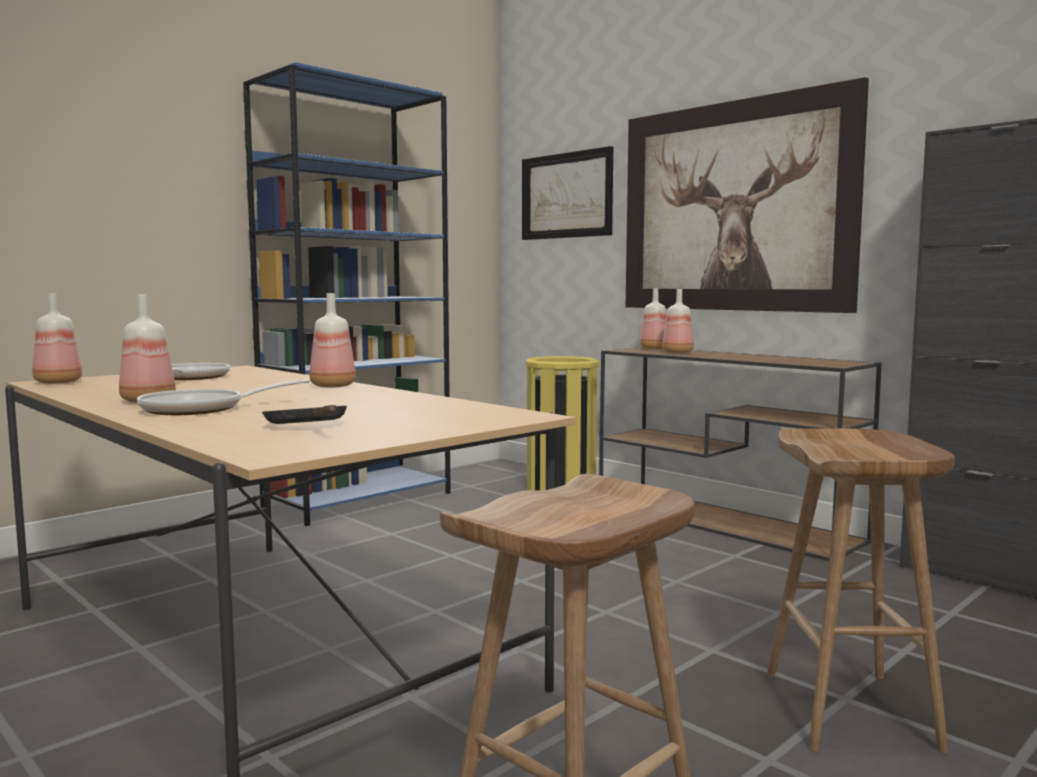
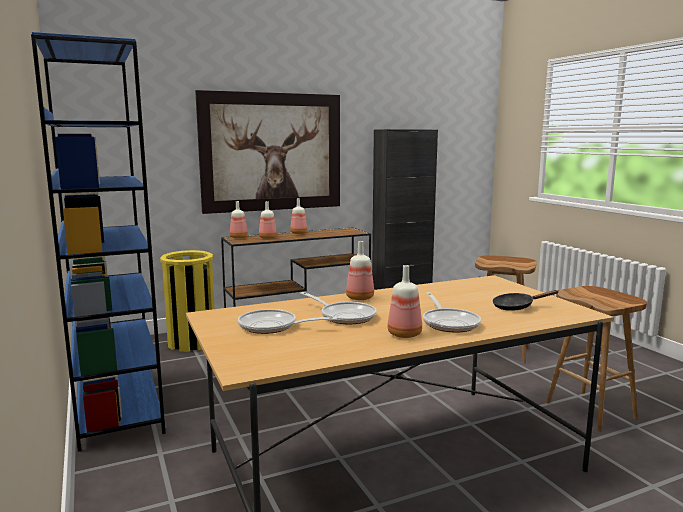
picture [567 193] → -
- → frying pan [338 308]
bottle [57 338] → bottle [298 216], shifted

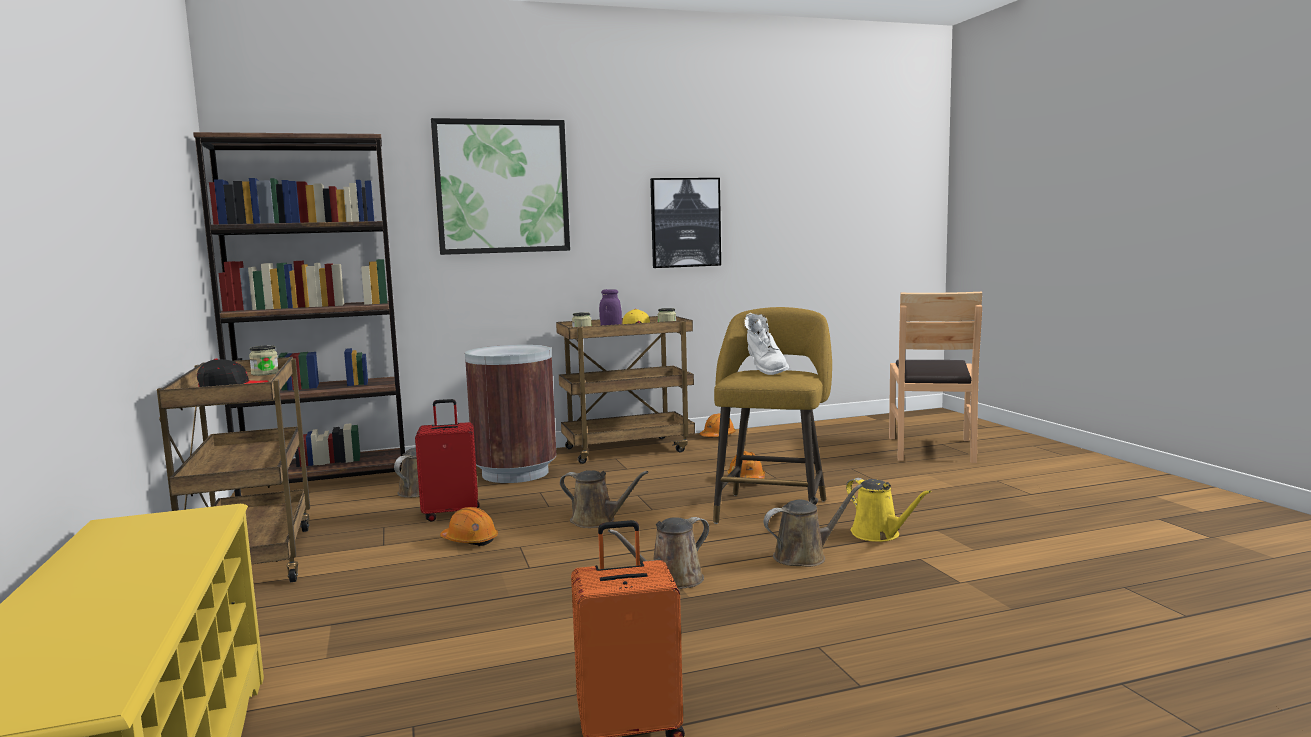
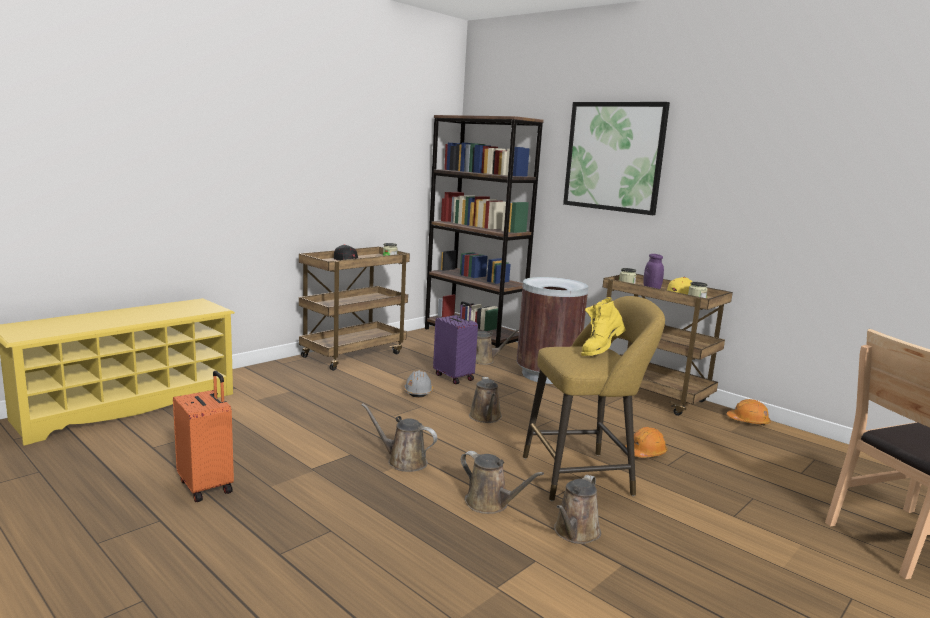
picture [685 223] → -
red suitcase [447 460] → purple suitcase [455 342]
orange hard hat [469 526] → grey hard hat [418 384]
white boot [766 344] → yellow boot [603 326]
yellow watering can [888 510] → brown watering can [577 509]

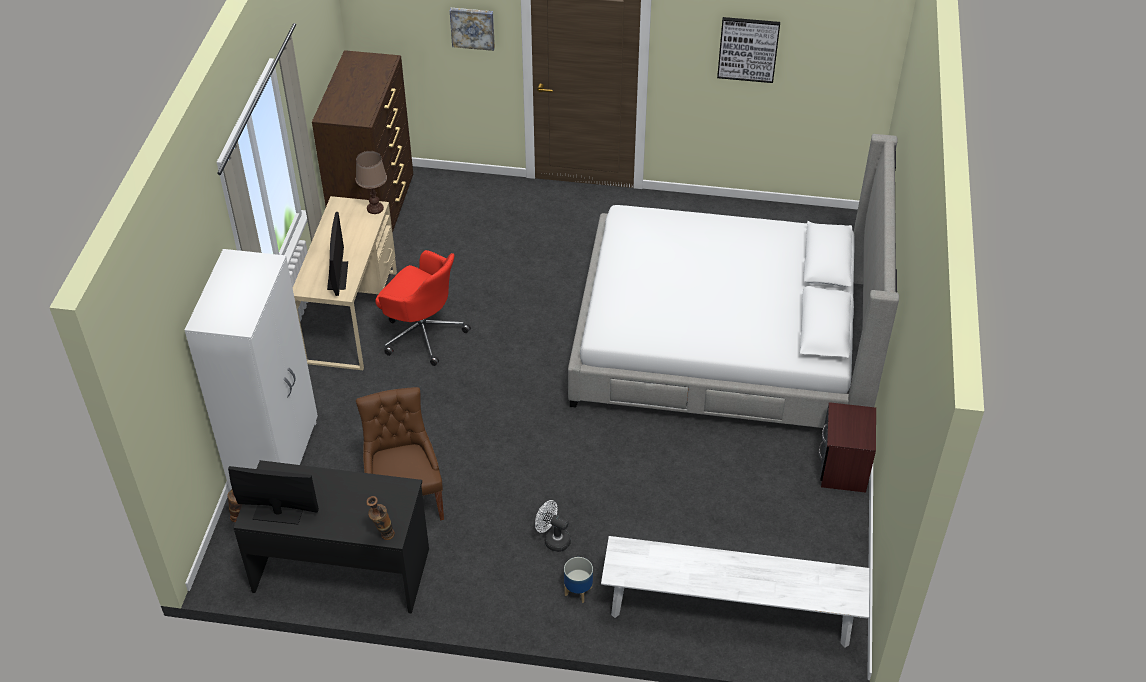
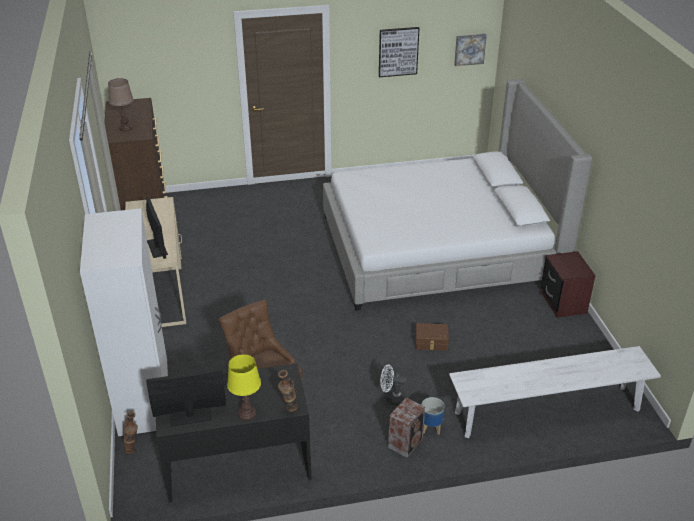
red office chair [423 308] → -
- → yellow table lamp [244 387]
- → speaker [406 428]
- → brown storage box [432 337]
brown table lamp [371 182] → brown table lamp [121 104], shifted
picture [472 29] → picture [470 50], shifted

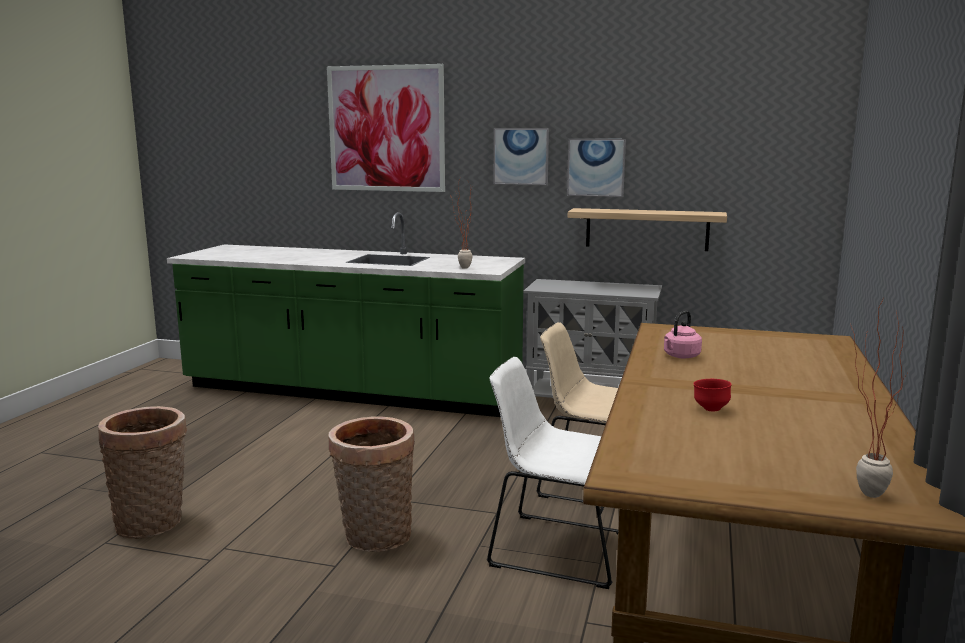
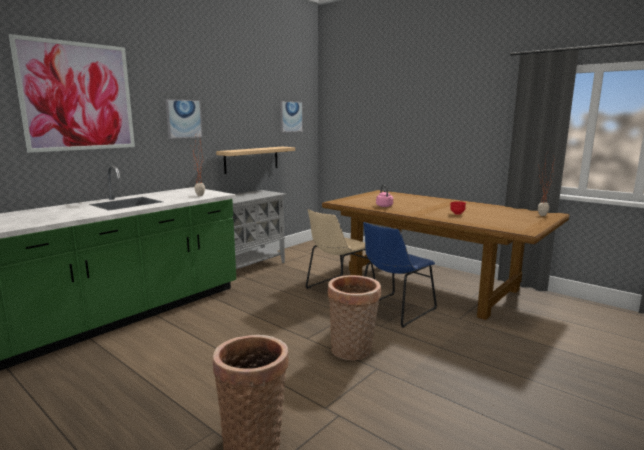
picture [596 168] → picture [291 117], shifted
white chair [552 473] → blue chair [400 275]

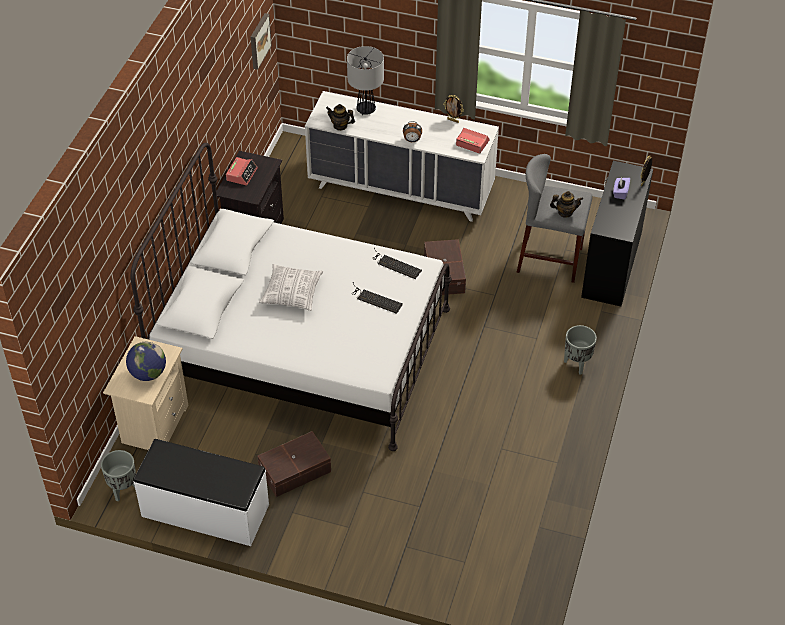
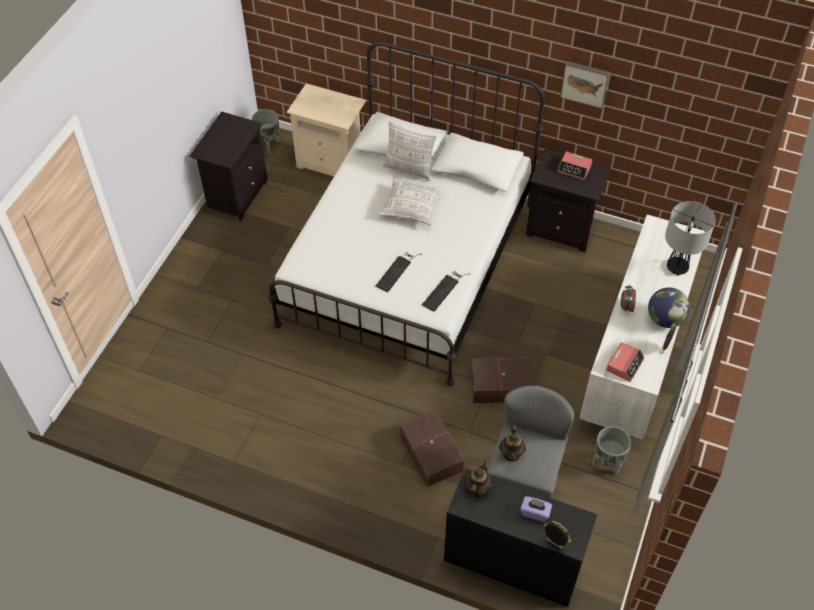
- → pillow [409 151]
globe [146 361] → globe [669 307], shifted
picture [261 41] → picture [585 85], shifted
brown storage box [294 464] → brown storage box [432 448], shifted
teapot [340 117] → teapot [478 480], shifted
grey planter [580 350] → grey planter [612 450], shifted
white bench [201 492] → black nightstand [228 166]

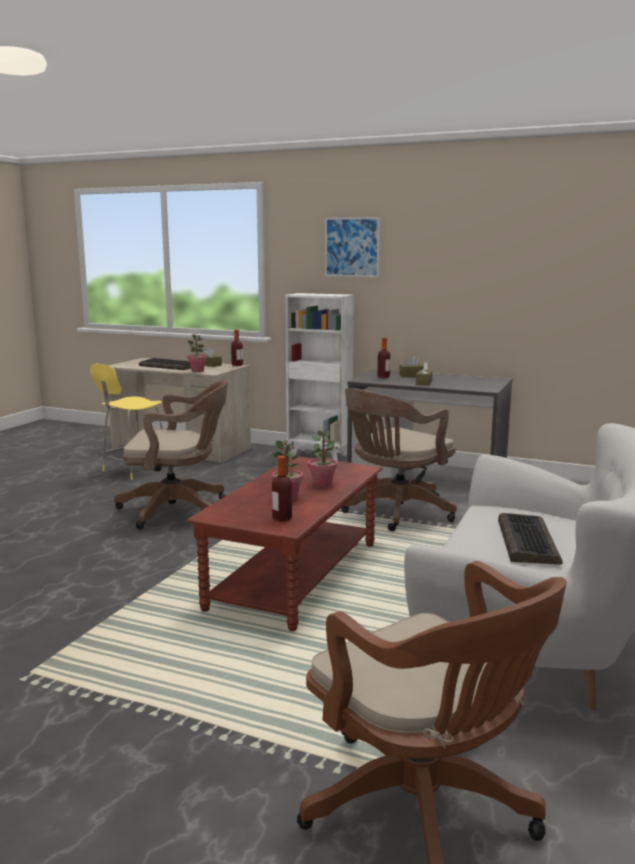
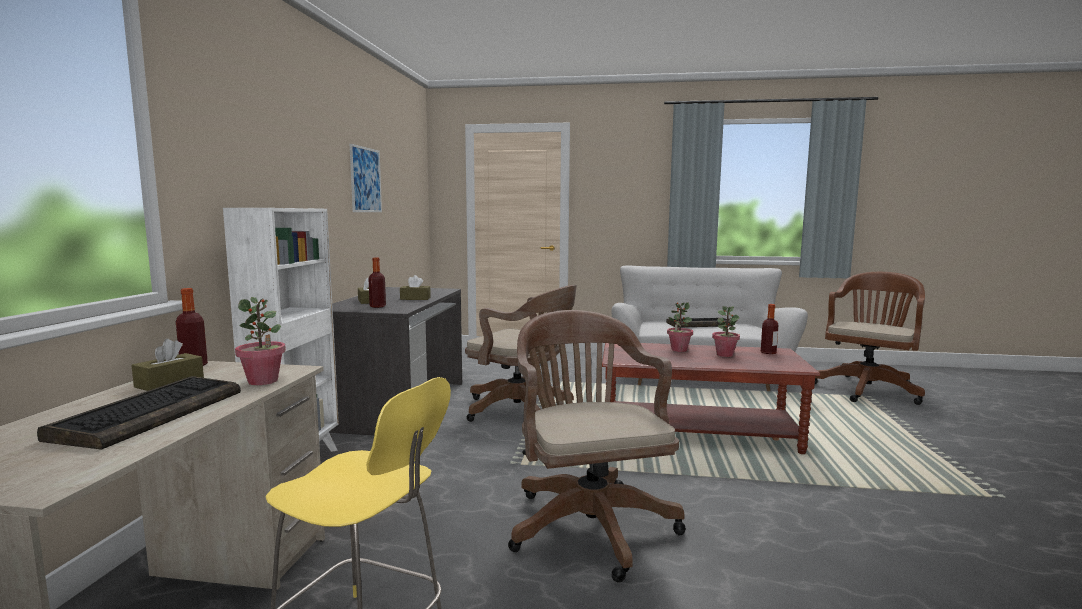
picture [352 247] → picture [366 178], shifted

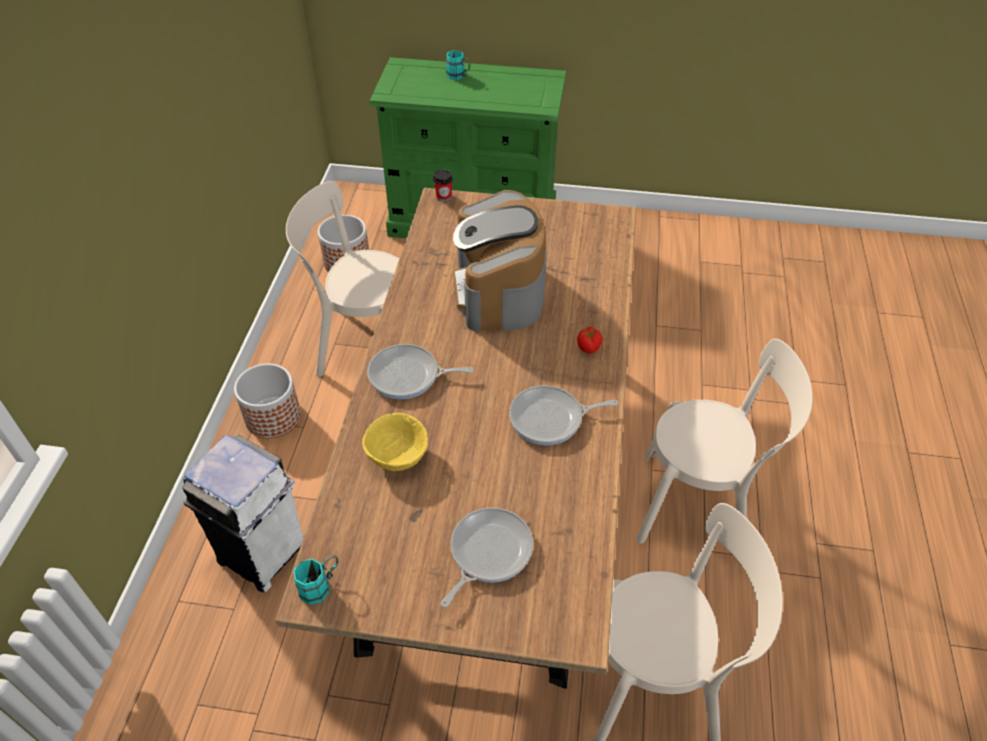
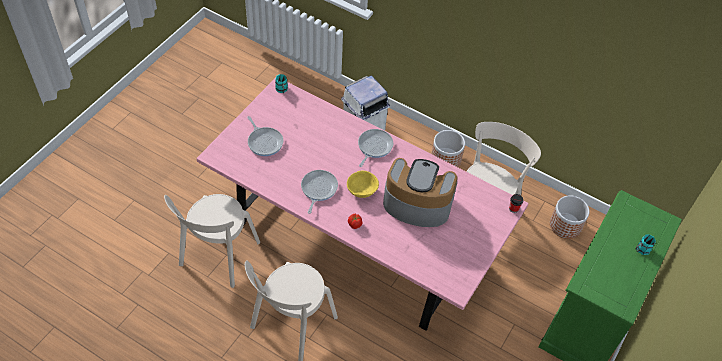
yellow bowl [395 442] → yellow bowl [363 184], shifted
brown dining table [455 438] → pink dining table [363 204]

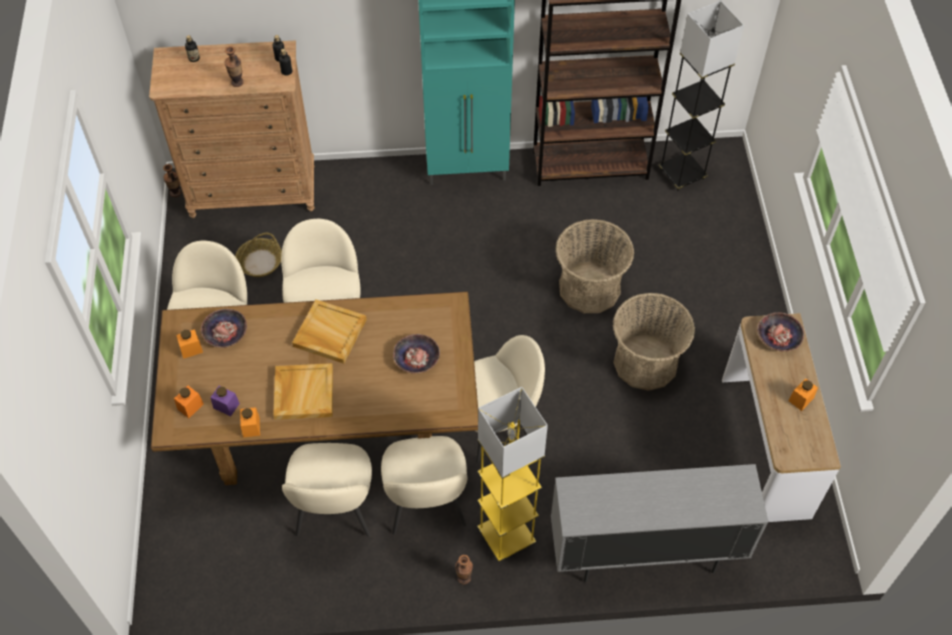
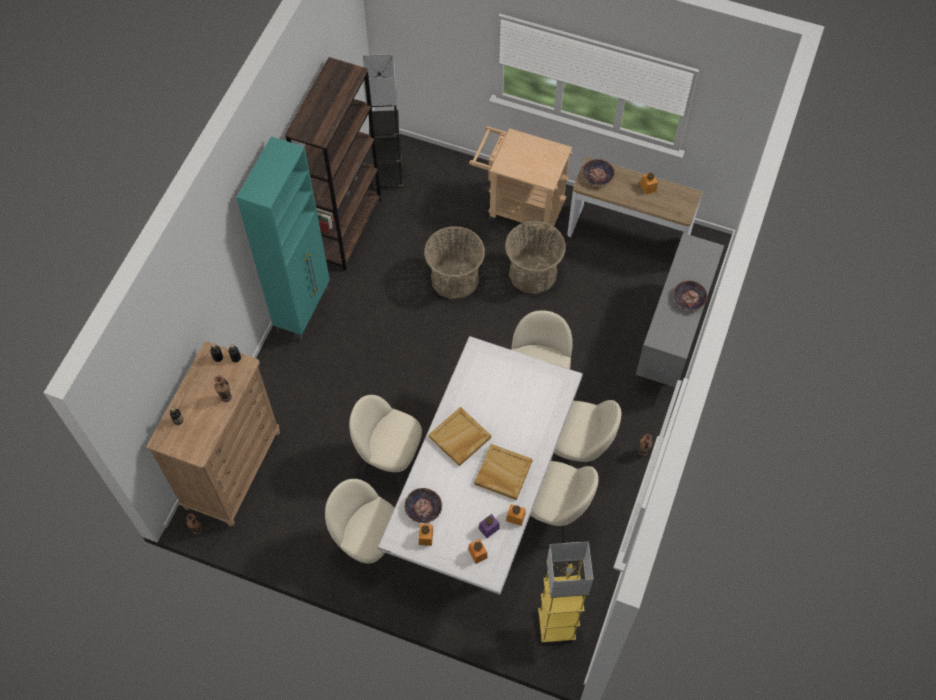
basket [258 255] → -
- → beige cart [520 181]
bowl [416 353] → bowl [690 295], shifted
yellow floor lamp [513 474] → yellow floor lamp [565 592], shifted
brown dining table [314 388] → white dining table [480 465]

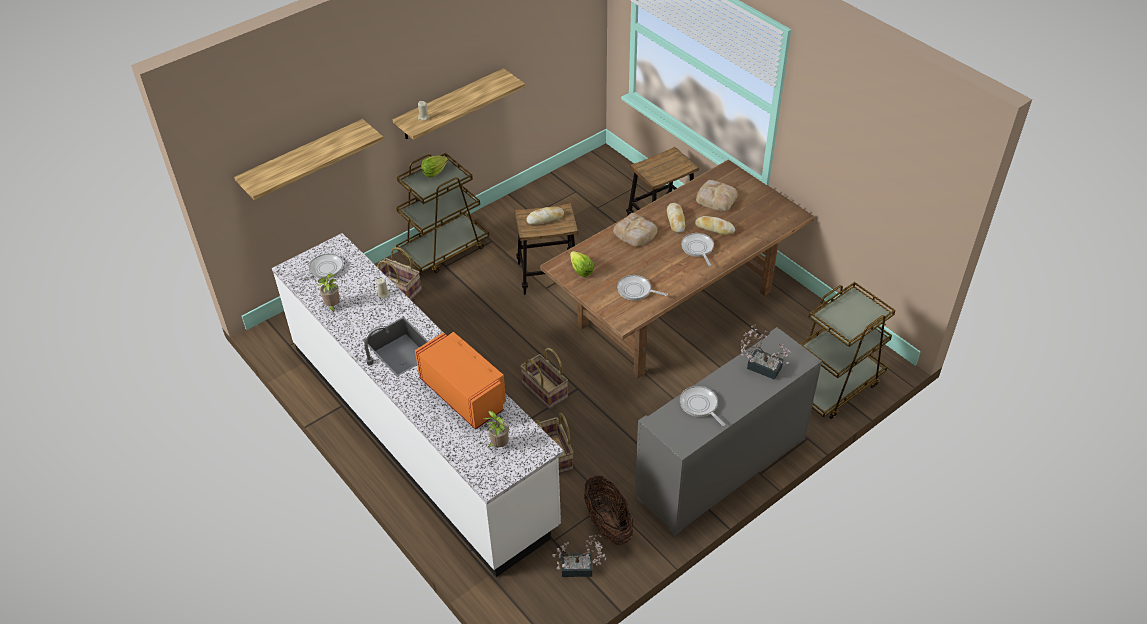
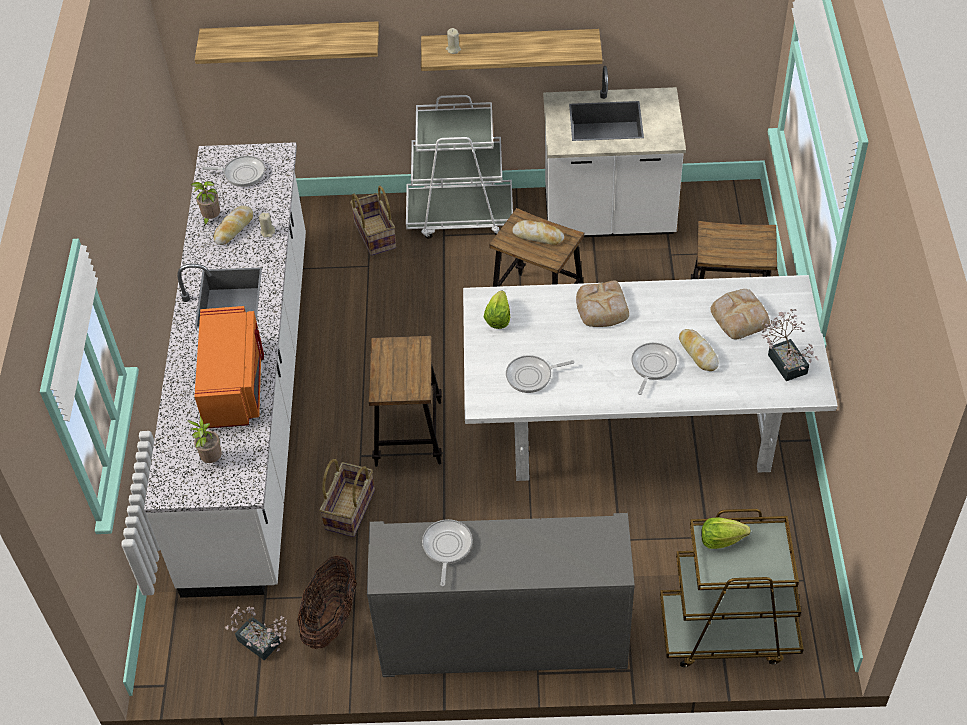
- → white counter [614 151]
lettuce [434 167] → lettuce [726 533], shifted
bread [676 218] → bread [233 225], shifted
potted plant [765 352] → potted plant [789 345], shifted
basket [544 378] → stool [405 401]
brown cart [442 213] → white cart [459 167]
brown dining table [677 269] → white dining table [650 378]
frying pan [642 288] → frying pan [540 374], 75 degrees counterclockwise

